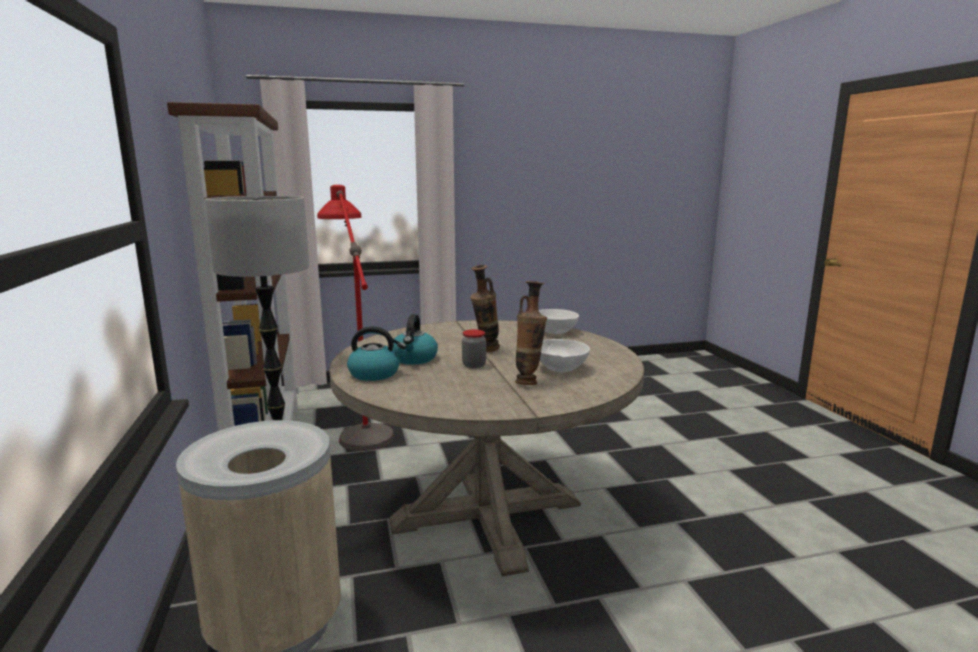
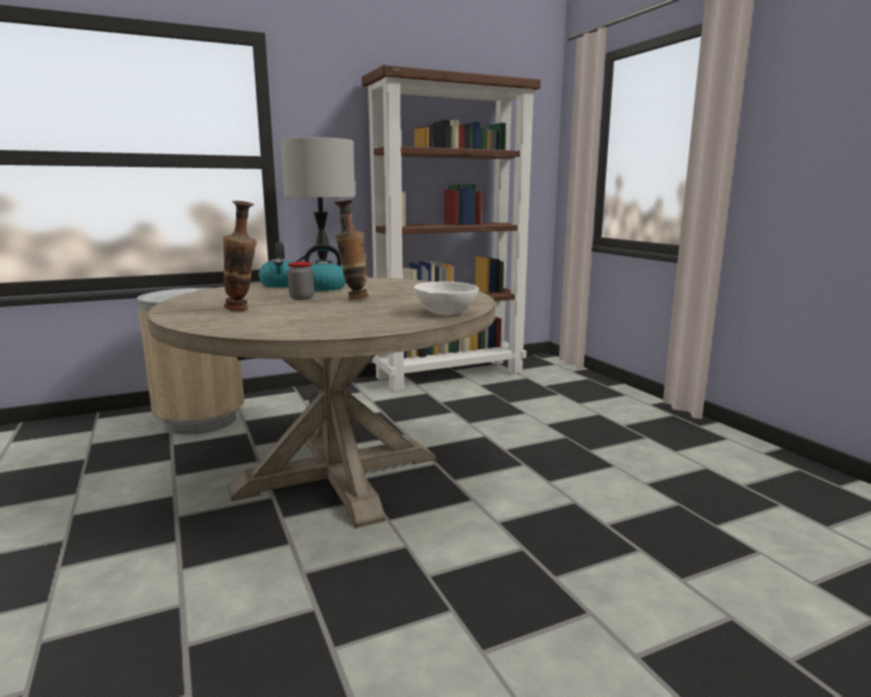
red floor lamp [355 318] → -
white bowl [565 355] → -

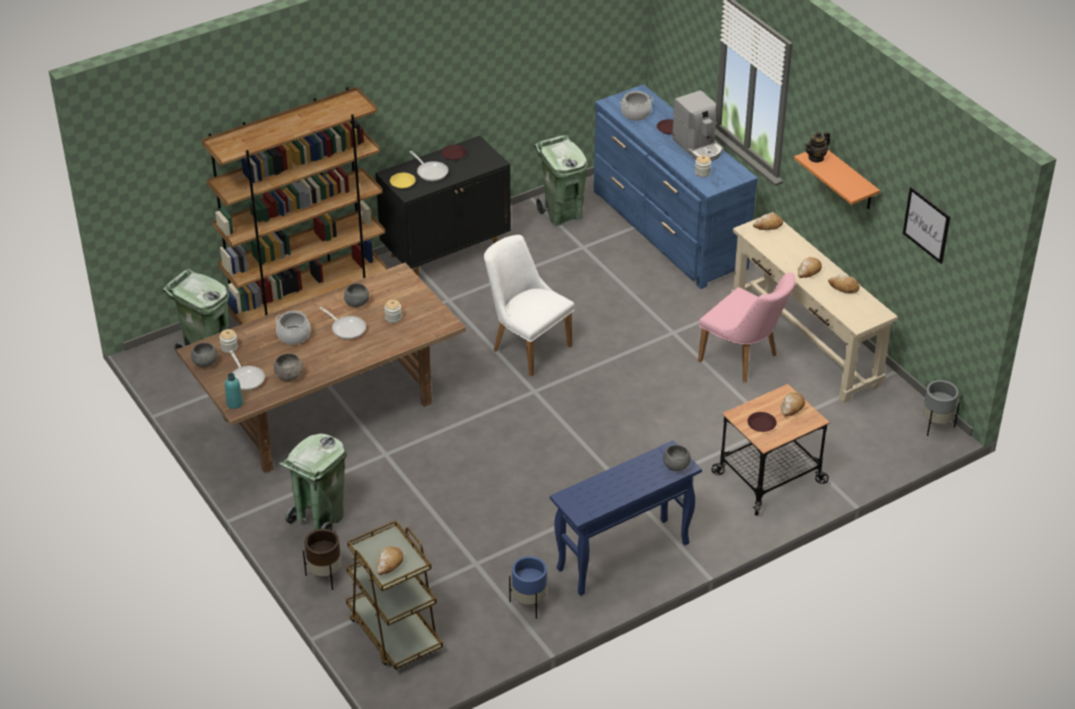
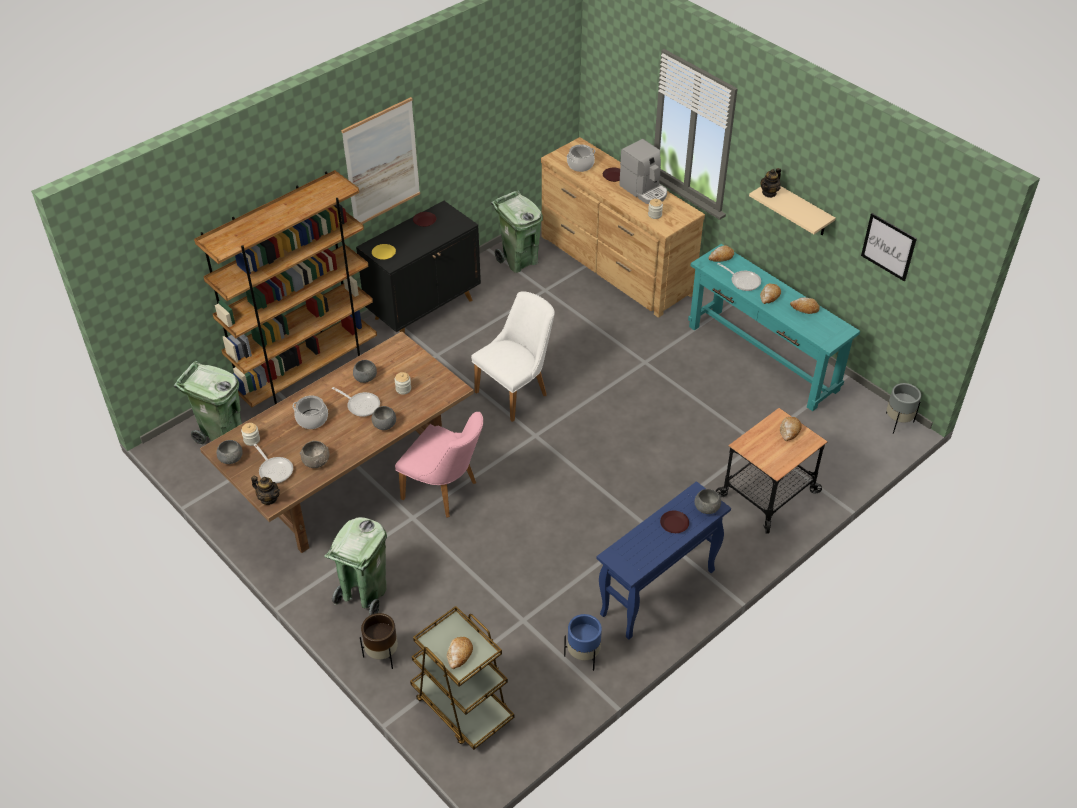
- → picture [380 160]
- → grey bowl [383 418]
frying pan [429 166] → frying pan [739 277], shifted
pink chair [747 327] → pink chair [439 465], shifted
brown plate [762 422] → brown plate [674 522], shifted
turquoise bottle [234 391] → teapot [265 490]
blue dresser [676 186] → brown dresser [623 227]
beige console table [814 307] → turquoise console table [774 327]
orange shelf [837 179] → beige shelf [792 211]
white chair [529 305] → white chair [513 356], 105 degrees clockwise

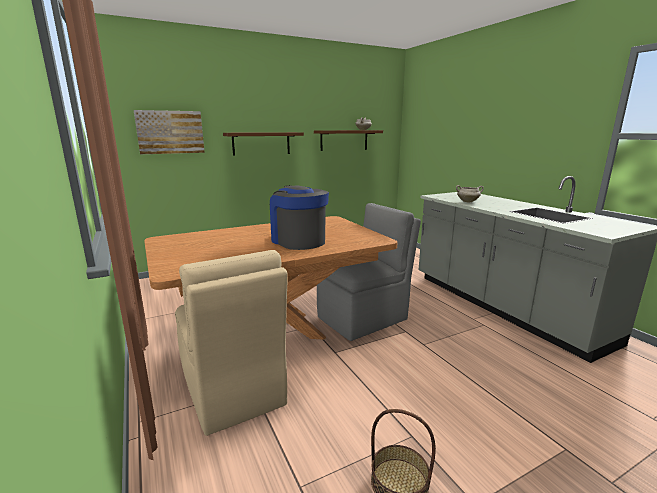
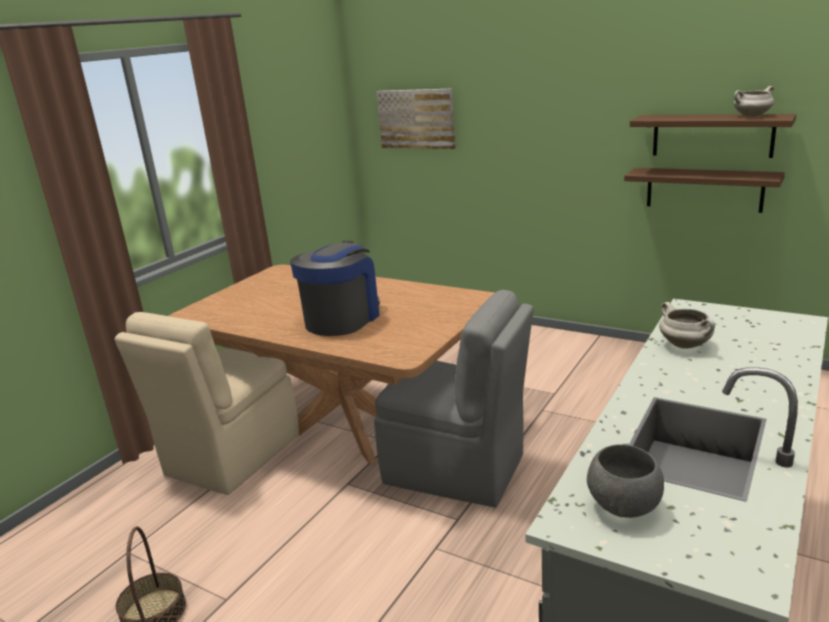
- → grey bowl [625 481]
brown shelf [263 144] → brown shelf [704 190], shifted

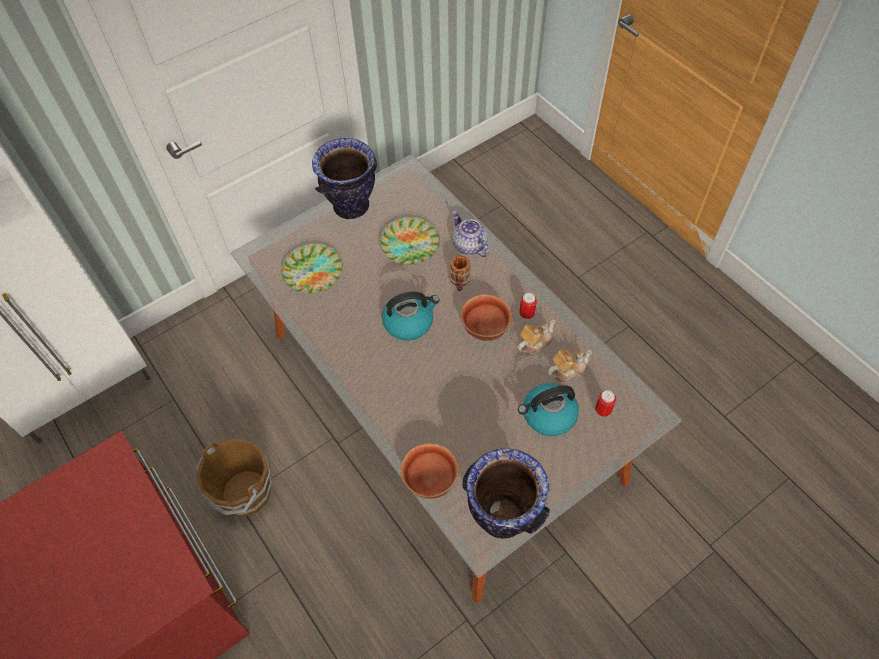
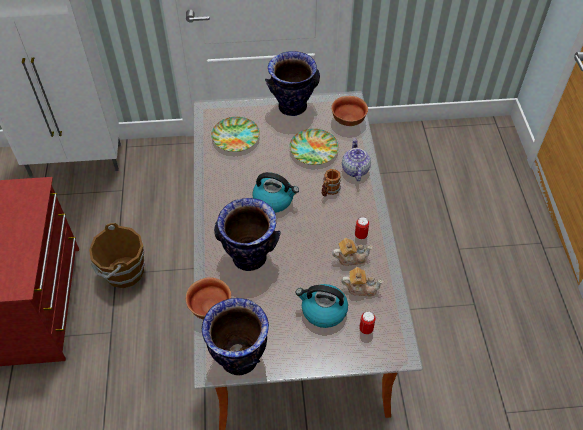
- → vase [247 234]
bowl [486 317] → bowl [349 111], shifted

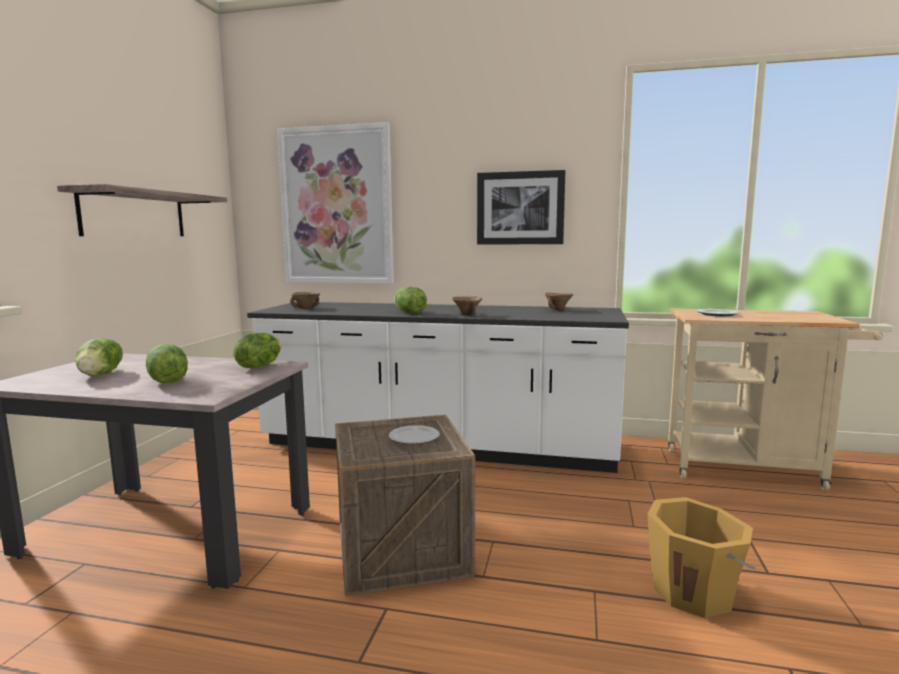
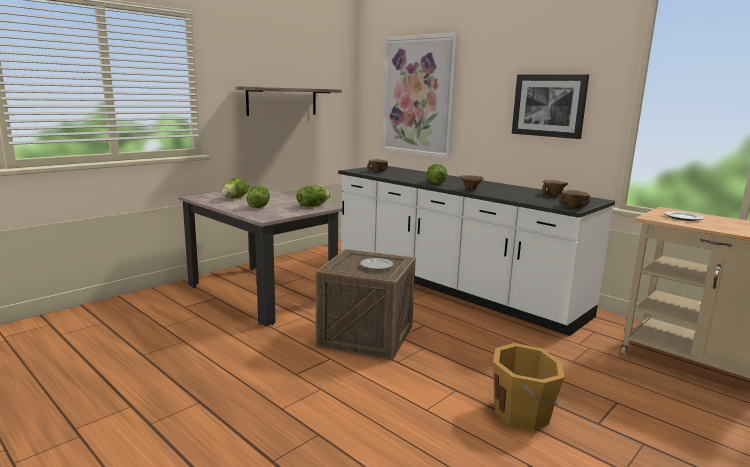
- → brown bowl [574 199]

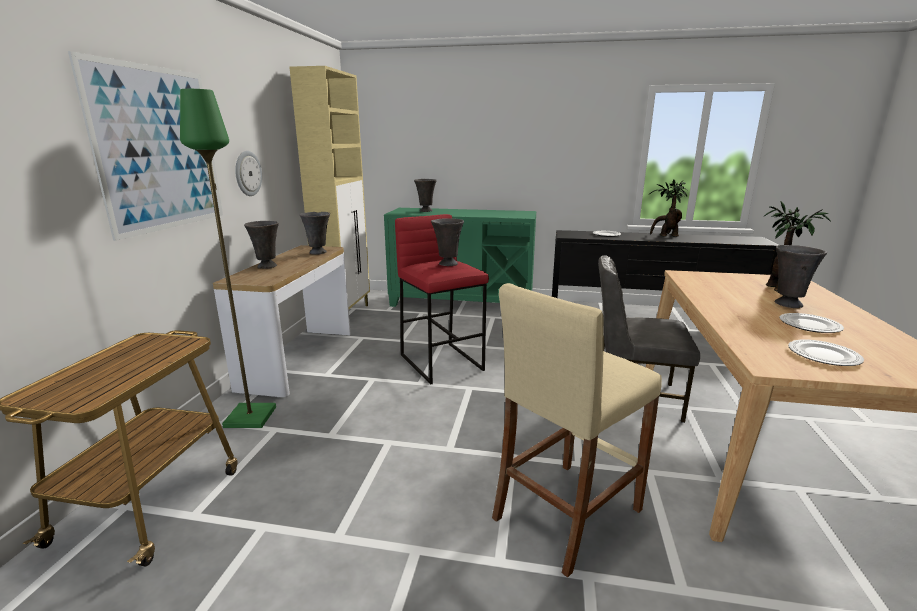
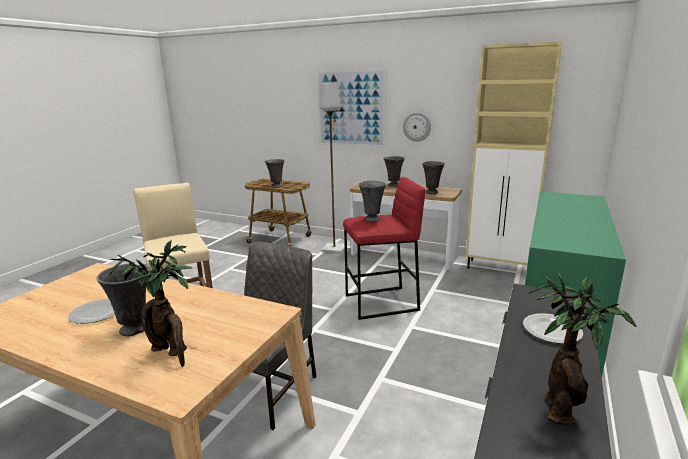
plate [826 353] → -
grey vase [425 195] → grey vase [274 173], shifted
green floor lamp [228 258] → grey floor lamp [332 168]

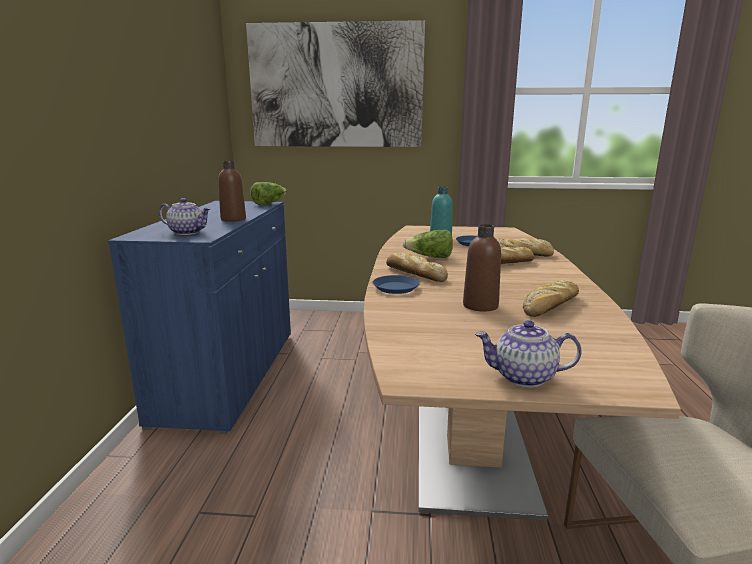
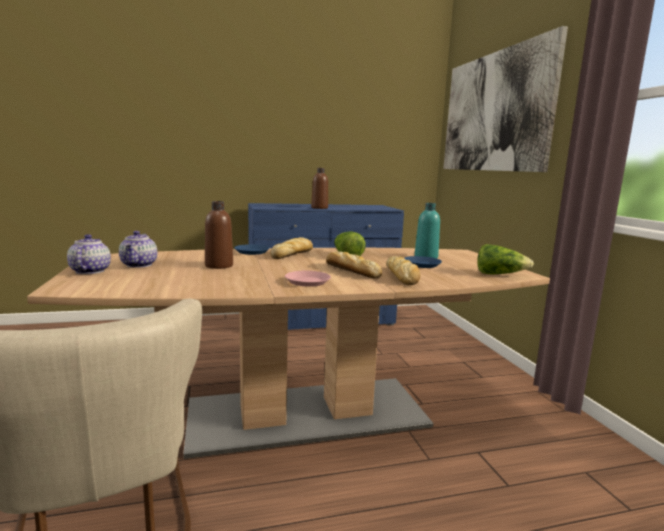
bread [551 298] → -
- → pink plate [308 279]
teapot [185 216] → teapot [138 249], shifted
lettuce [268 193] → lettuce [505 259], shifted

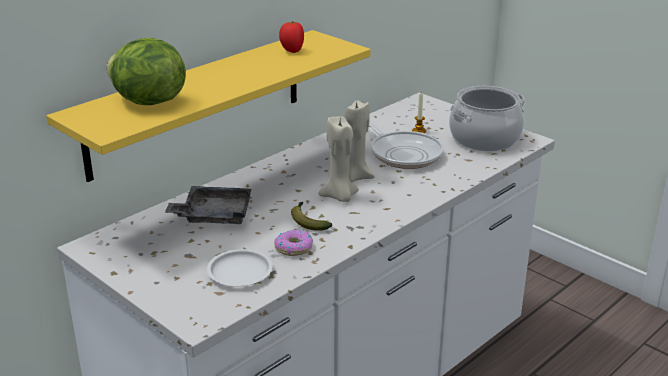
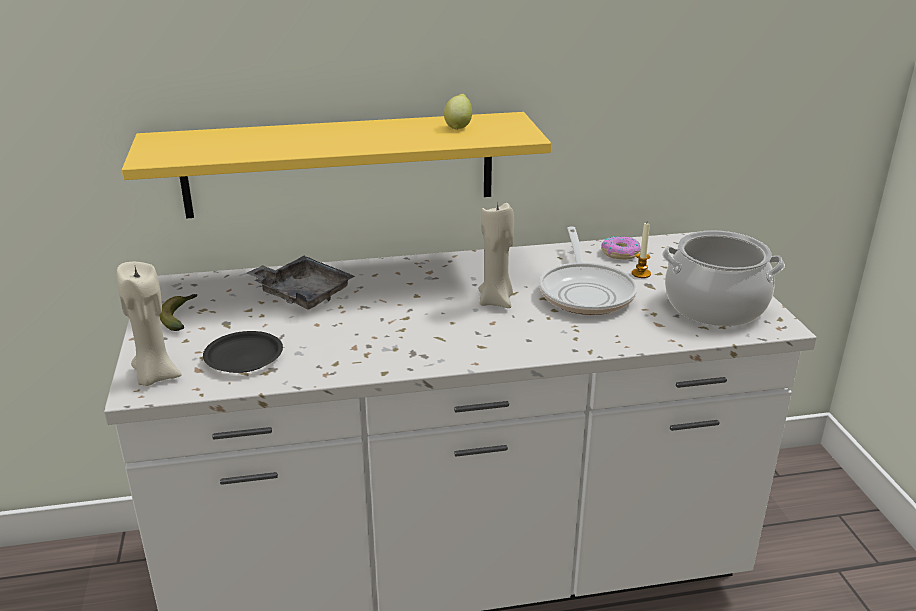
lettuce [146 71] → -
donut [293 243] → donut [621 247], shifted
banana [312 216] → banana [178 312], shifted
beige candle [339 159] → beige candle [149 324], shifted
tomato [291 37] → lemon [458 112]
white plate [240 267] → black plate [243 352]

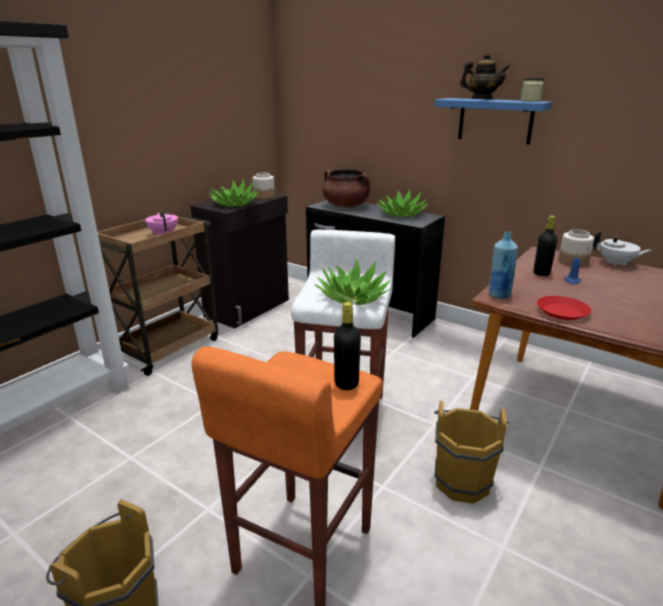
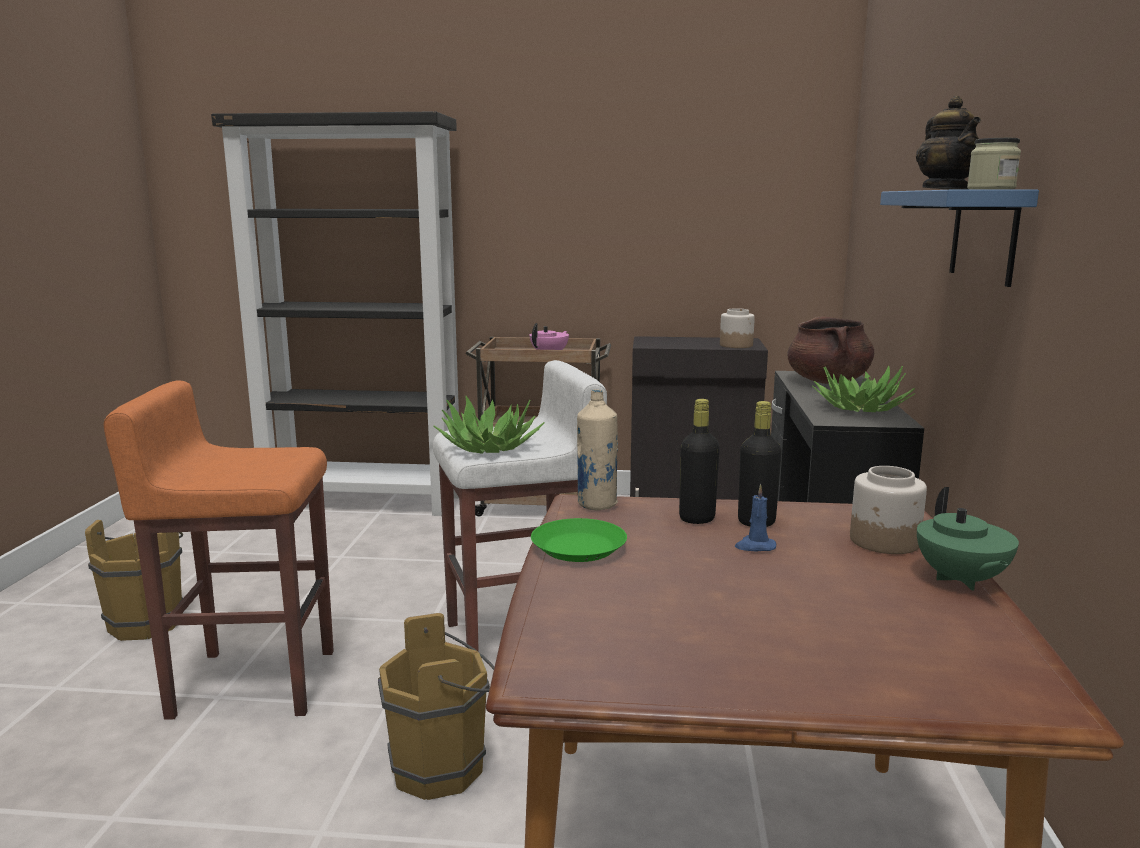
potted plant [233 193] → -
black bottle [347 346] → black bottle [699 461], shifted
blue bottle [503 265] → beige bottle [597 449]
red plate [564 308] → green plate [579 540]
white teapot [622 248] → green teapot [968 539]

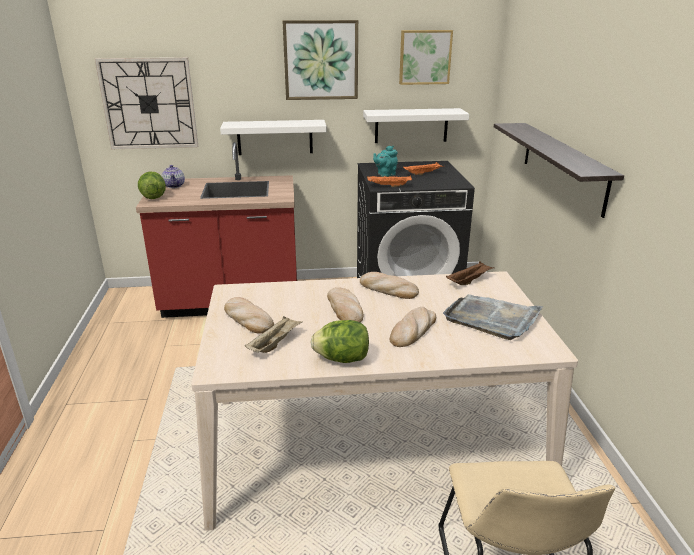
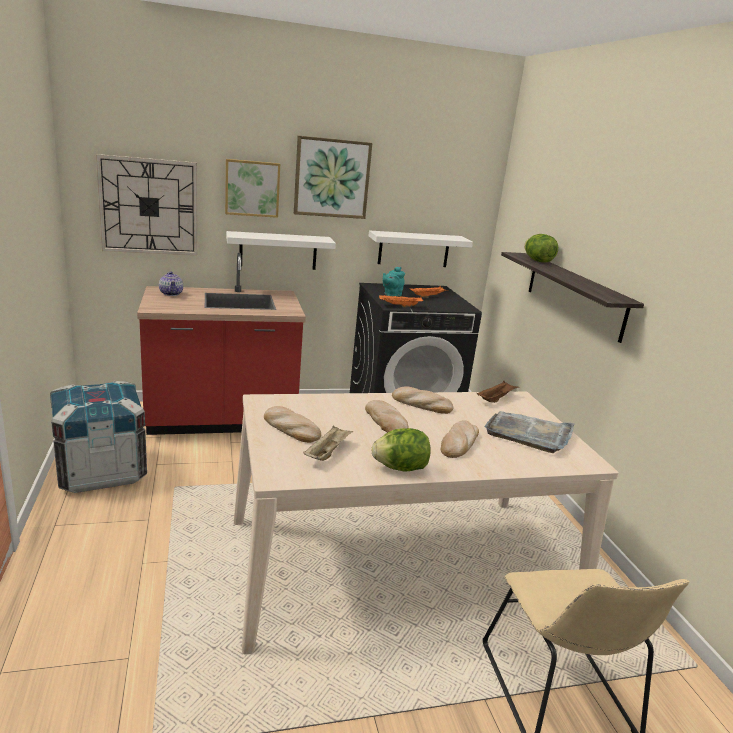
- → crate [98 437]
lettuce [152 185] → lettuce [541 248], shifted
picture [426 57] → picture [252 188], shifted

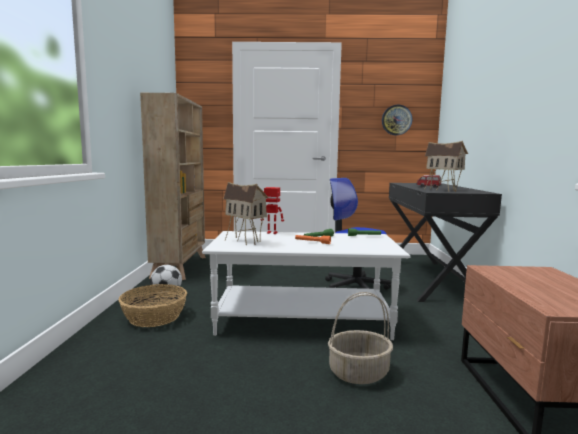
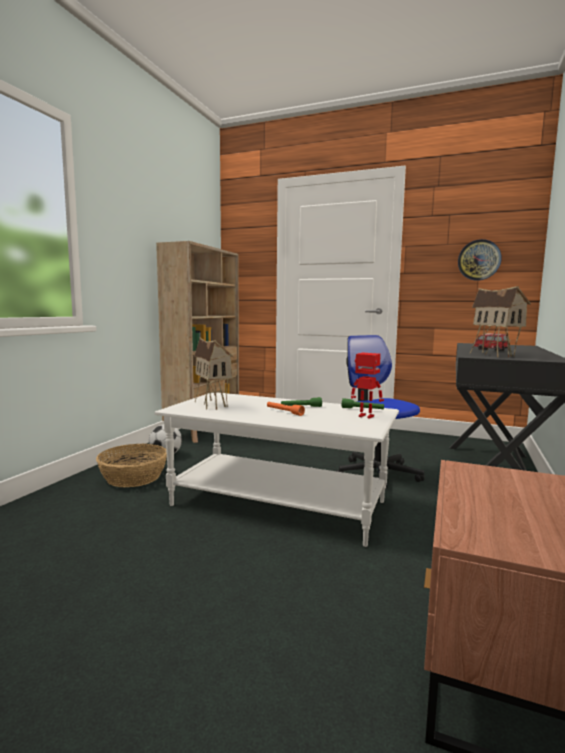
basket [360 338] → -
toy robot [272 210] → toy robot [367 385], shifted

